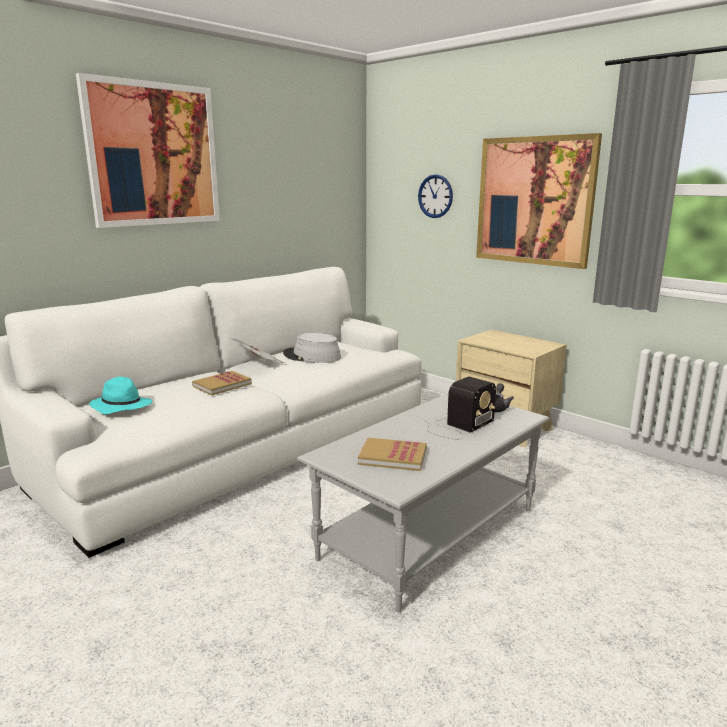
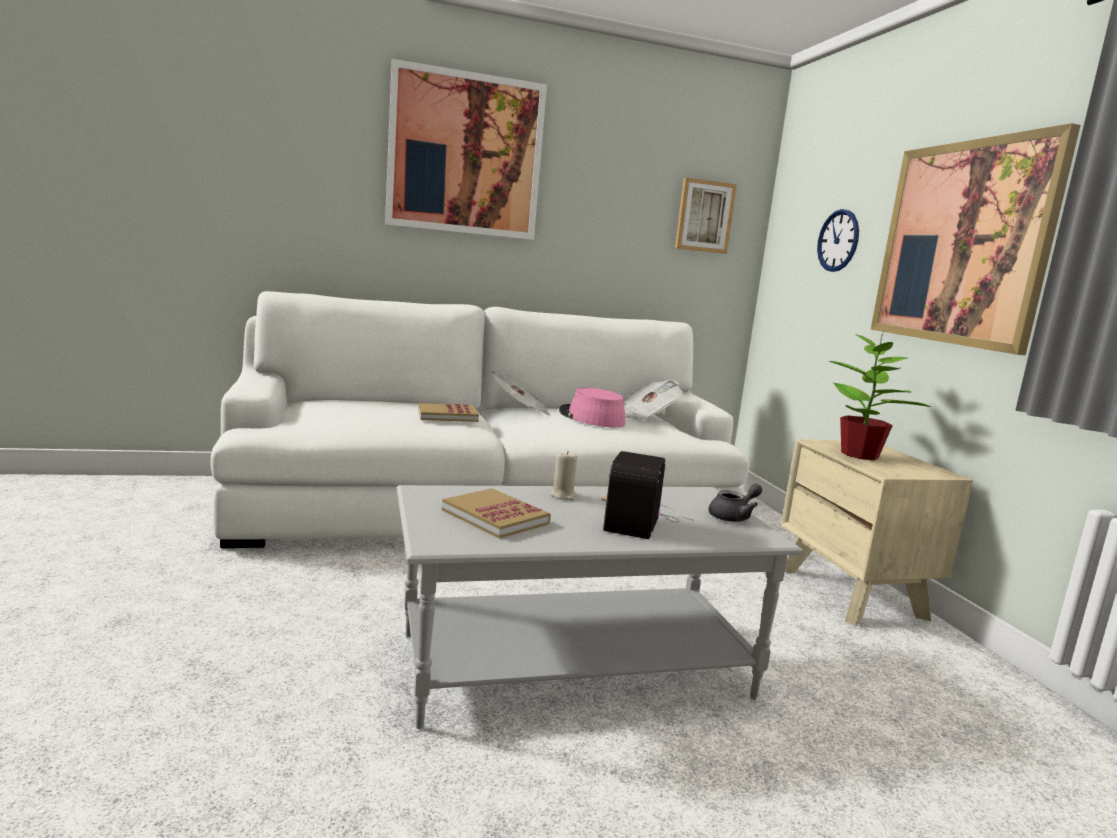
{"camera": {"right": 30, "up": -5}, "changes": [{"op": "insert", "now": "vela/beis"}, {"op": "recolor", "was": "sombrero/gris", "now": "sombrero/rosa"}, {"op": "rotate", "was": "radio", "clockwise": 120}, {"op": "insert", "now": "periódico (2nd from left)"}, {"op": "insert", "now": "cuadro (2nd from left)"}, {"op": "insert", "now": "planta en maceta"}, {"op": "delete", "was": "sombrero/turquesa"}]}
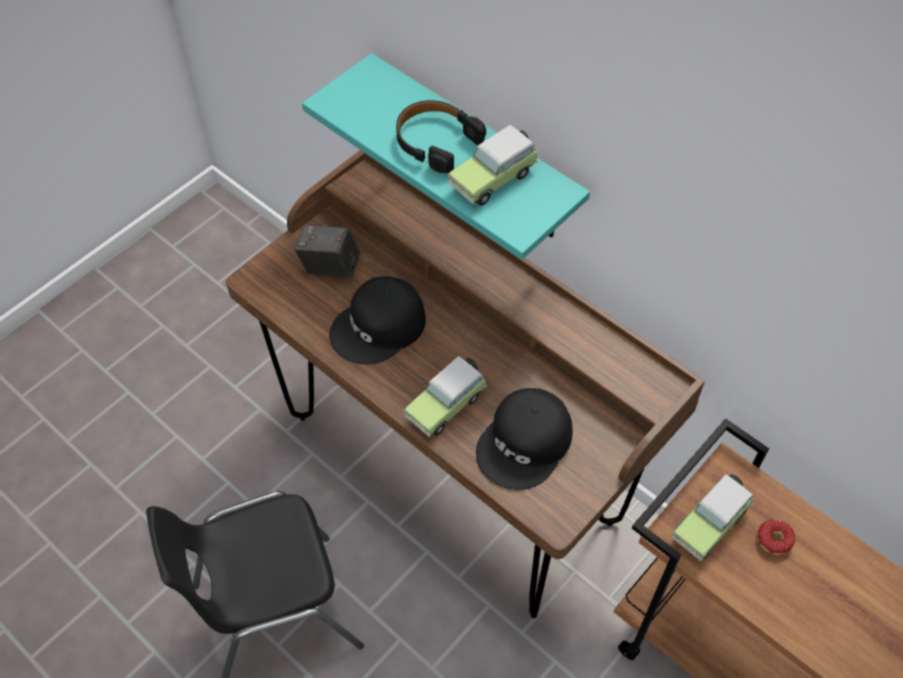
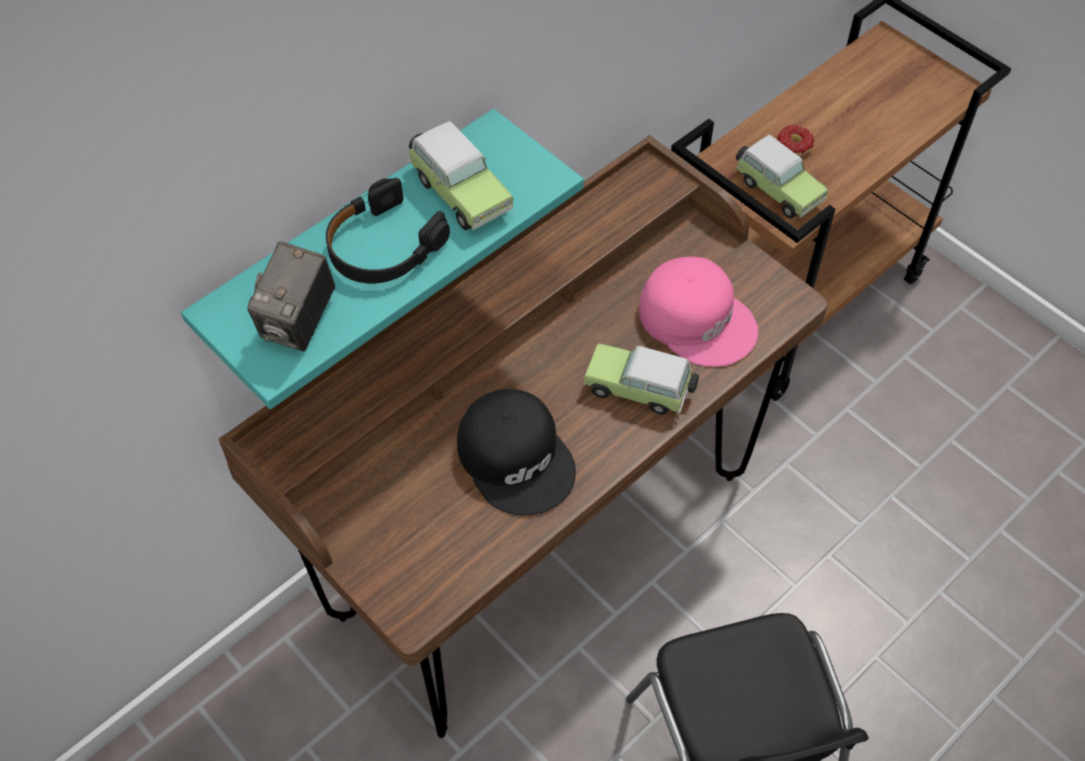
{"camera": {"right": -85, "up": 0}, "changes": [{"op": "move", "was": "cámara"}, {"op": "rotate", "was": "coche de juguete (1st from left in the first image)", "clockwise": 150}, {"op": "recolor", "was": "gorra/negro (2nd from left)", "now": "gorra/rosa"}]}
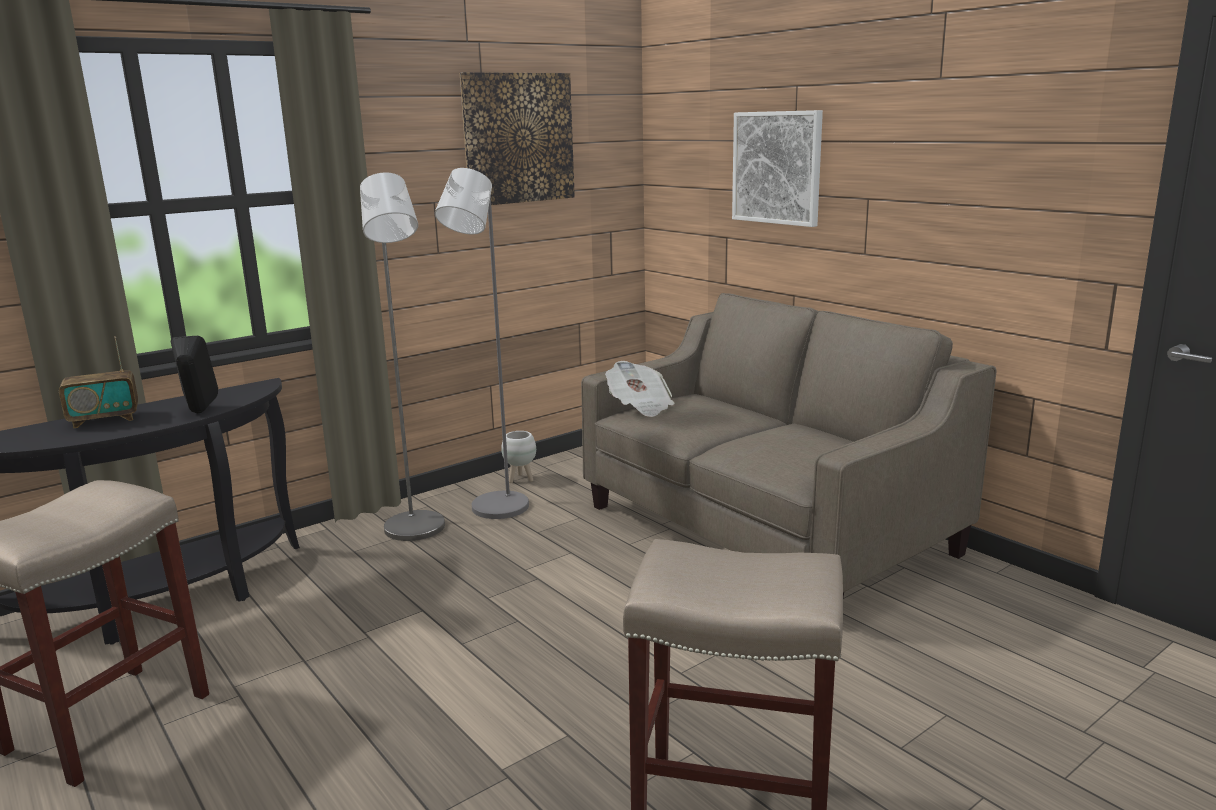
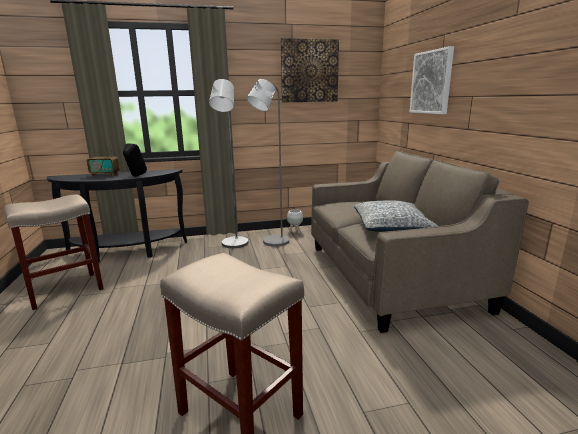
{"camera": {"right": 25, "up": 0}, "changes": [{"op": "insert", "now": "cojín"}, {"op": "delete", "was": "periódico"}]}
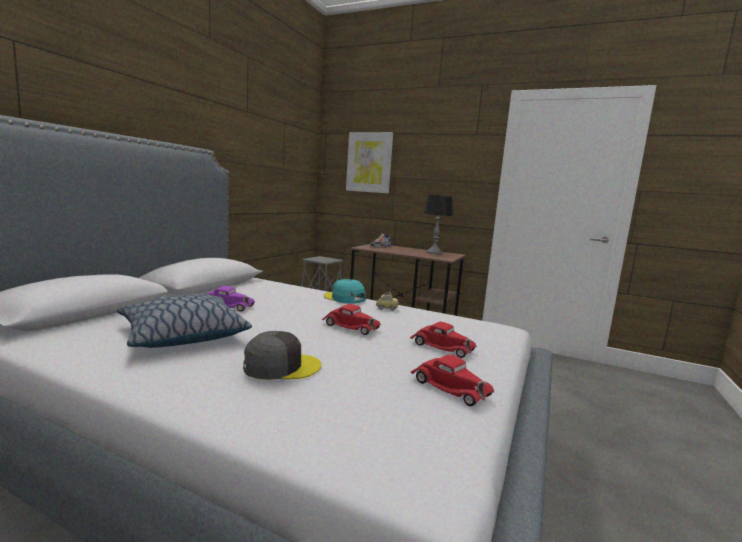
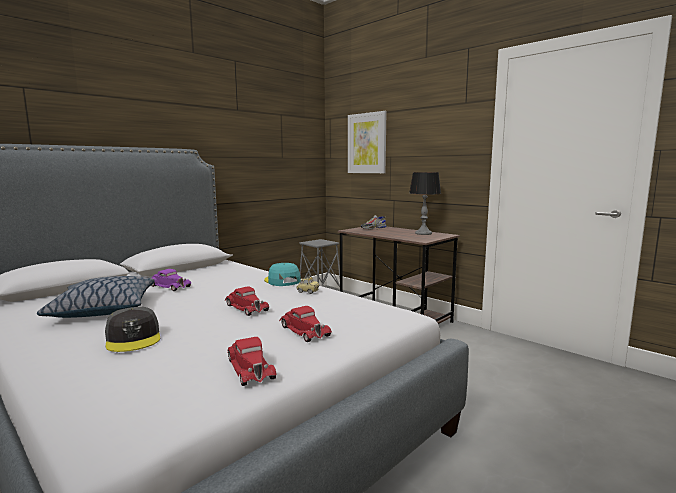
{"camera": {"right": 20, "up": 0}, "changes": [{"op": "rotate", "was": "gorra/gris", "clockwise": 60}]}
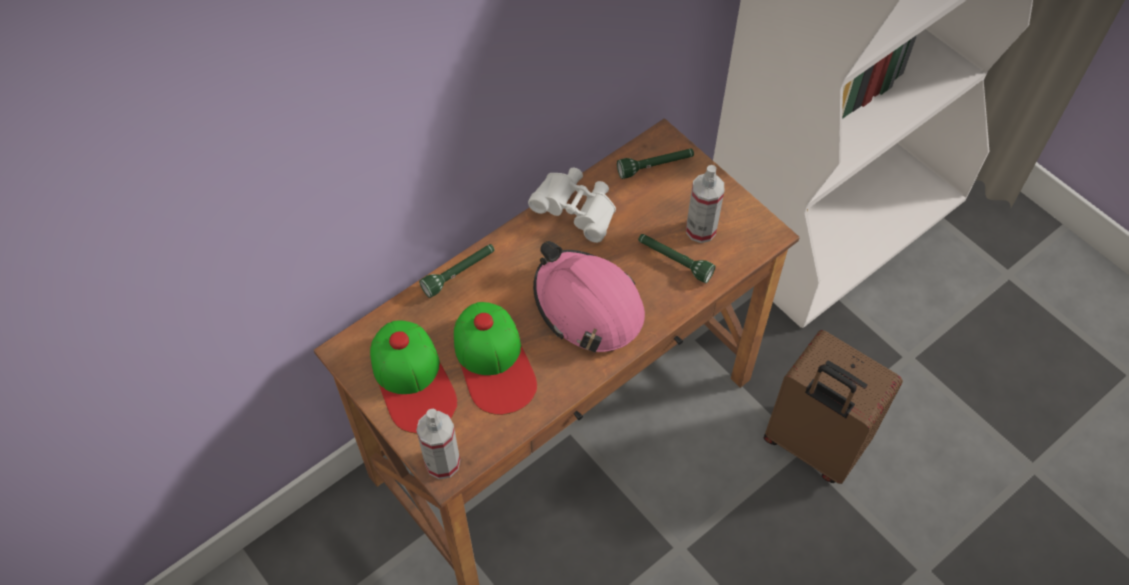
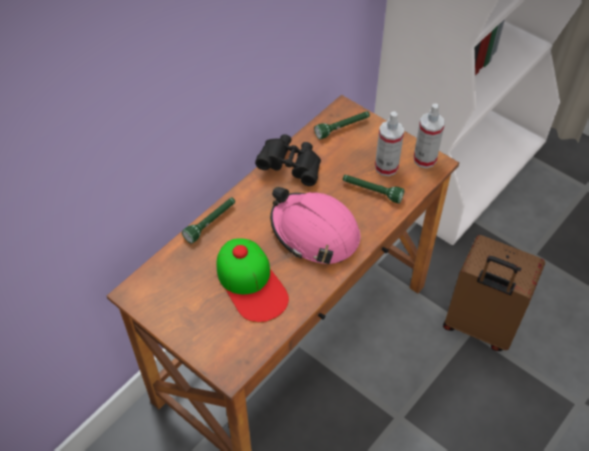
{"camera": {"right": -10, "up": -5}, "changes": [{"op": "recolor", "was": "prismáticos/blanco", "now": "prismáticos/negro"}, {"op": "move", "was": "pulverizador (1st from left in the first image)", "now": "pulverizador (2nd from left)"}, {"op": "delete", "was": "gorra (1st from left)"}]}
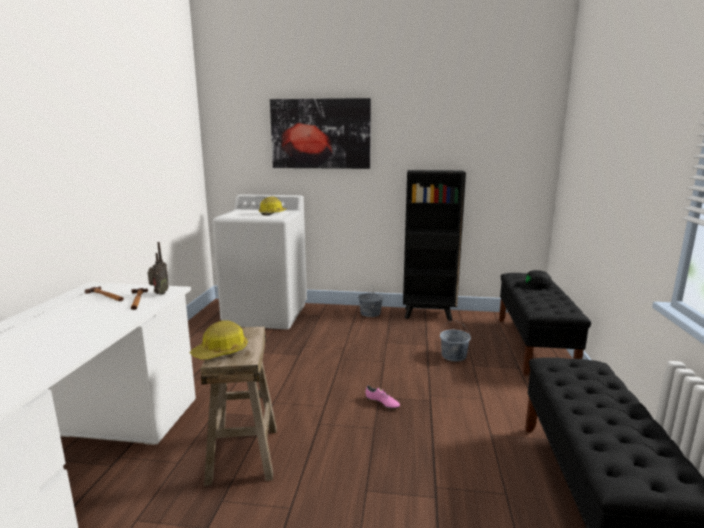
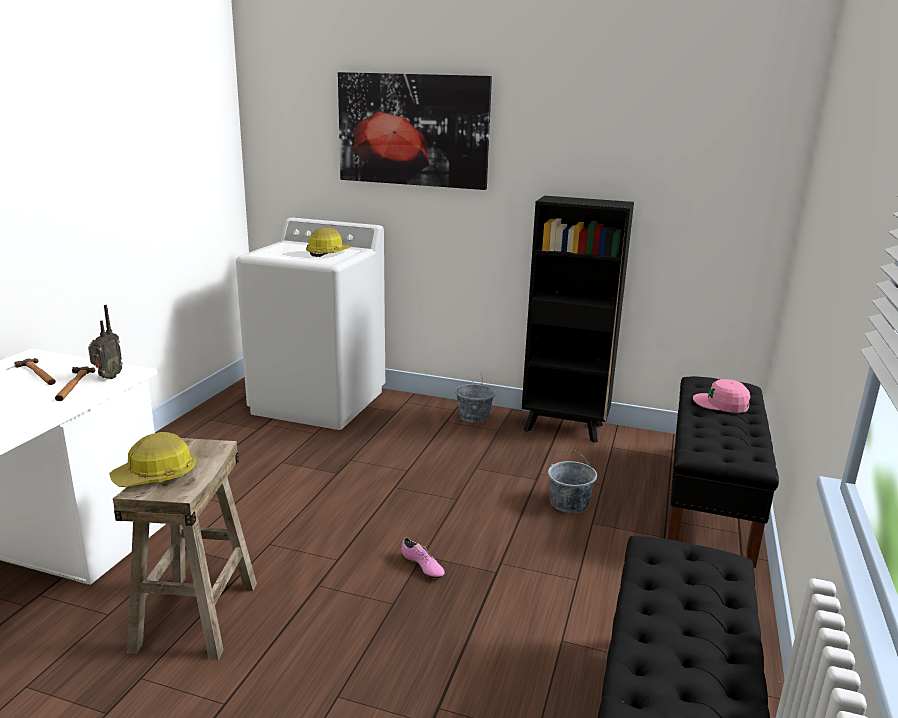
{"camera": {"right": 10, "up": 5}, "changes": [{"op": "recolor", "was": "gorra/negro", "now": "gorra/rosa"}]}
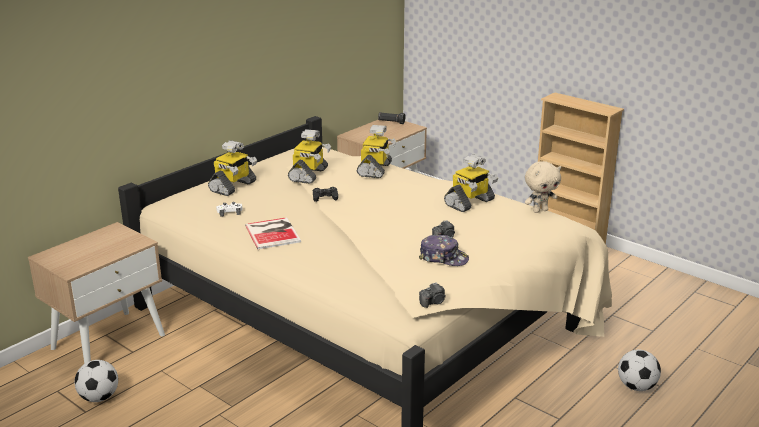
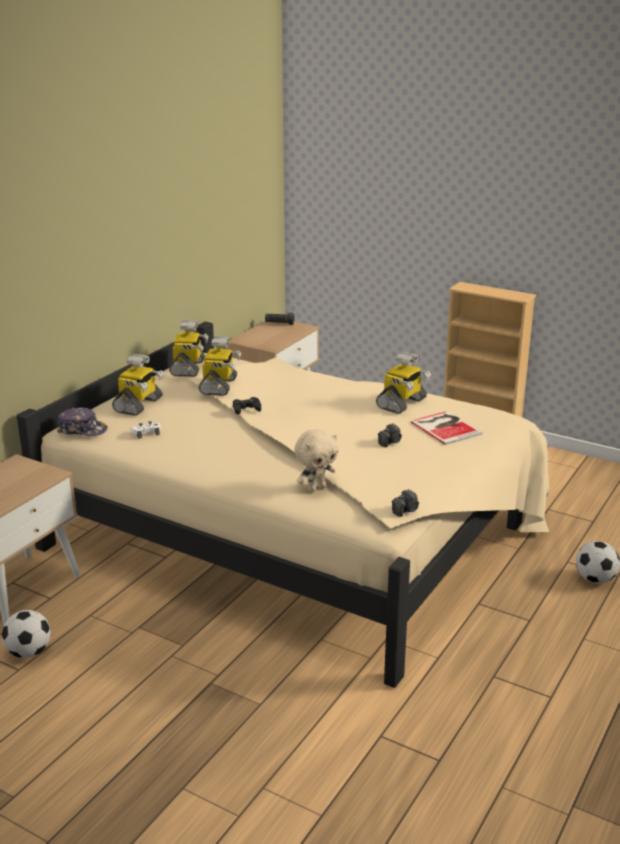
{"camera": {"right": -10, "up": 0}, "changes": [{"op": "move", "was": "gorra"}, {"op": "move", "was": "robot de juguete (3rd from left in the first image)", "now": "robot de juguete (2nd from left)"}, {"op": "move", "was": "peluche/beis"}, {"op": "move", "was": "libro"}]}
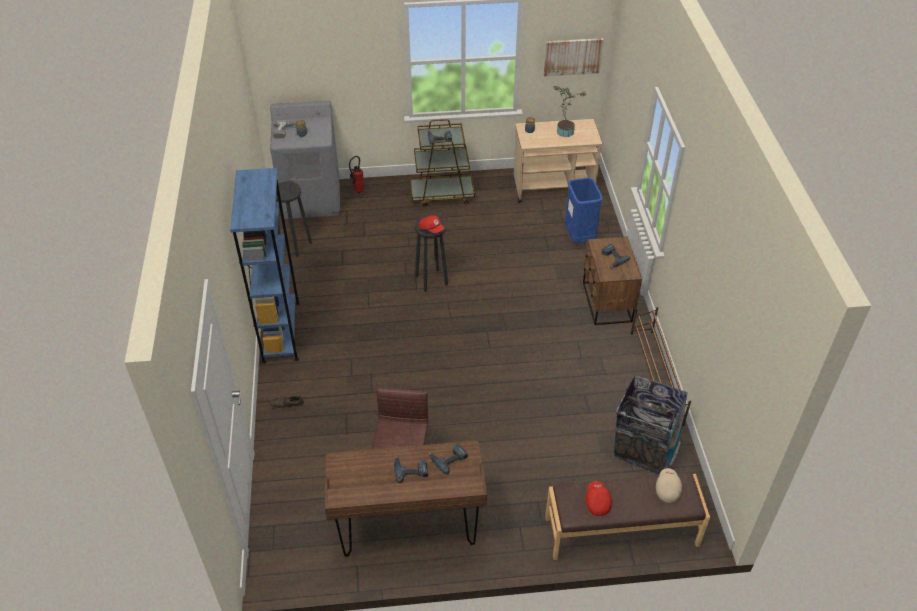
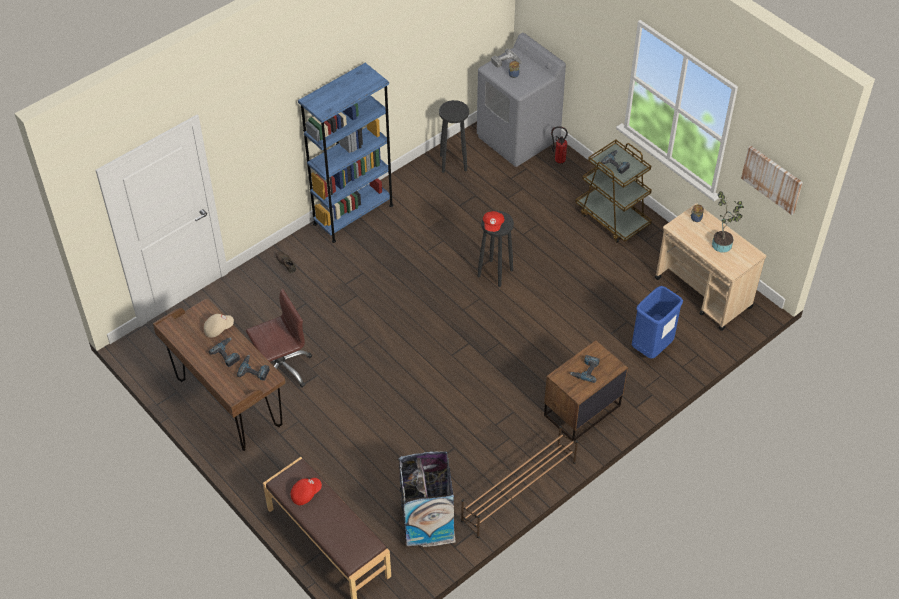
{"camera": {"right": 55, "up": 5}, "changes": [{"op": "move", "was": "gorra/beis"}]}
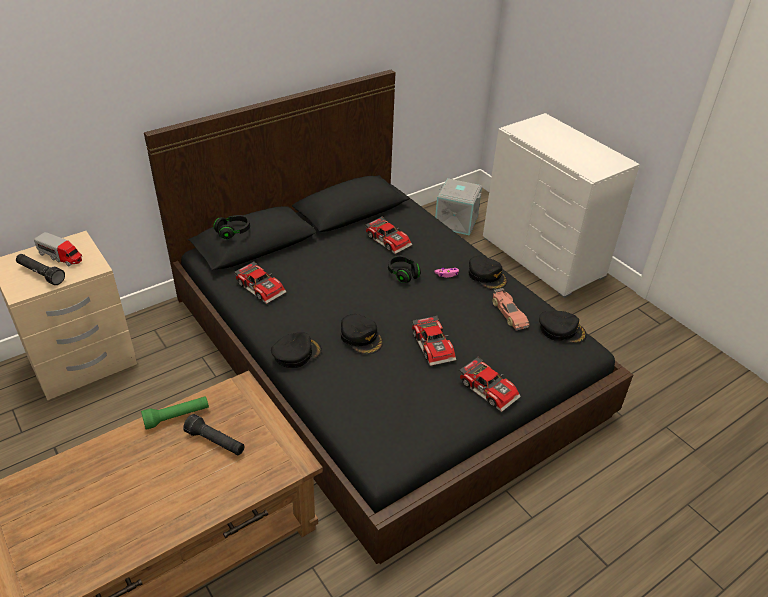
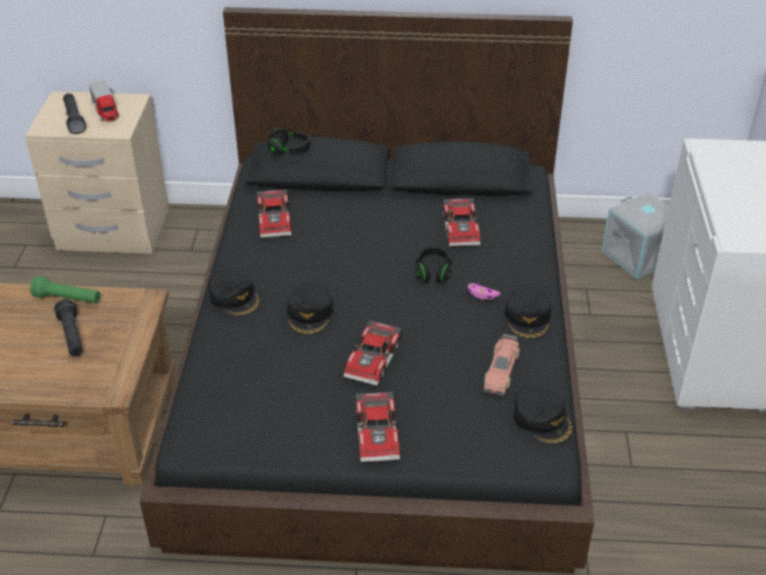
{"camera": {"right": 40, "up": 0}, "changes": [{"op": "rotate", "was": "gorra/negro (1st from left)", "clockwise": 45}]}
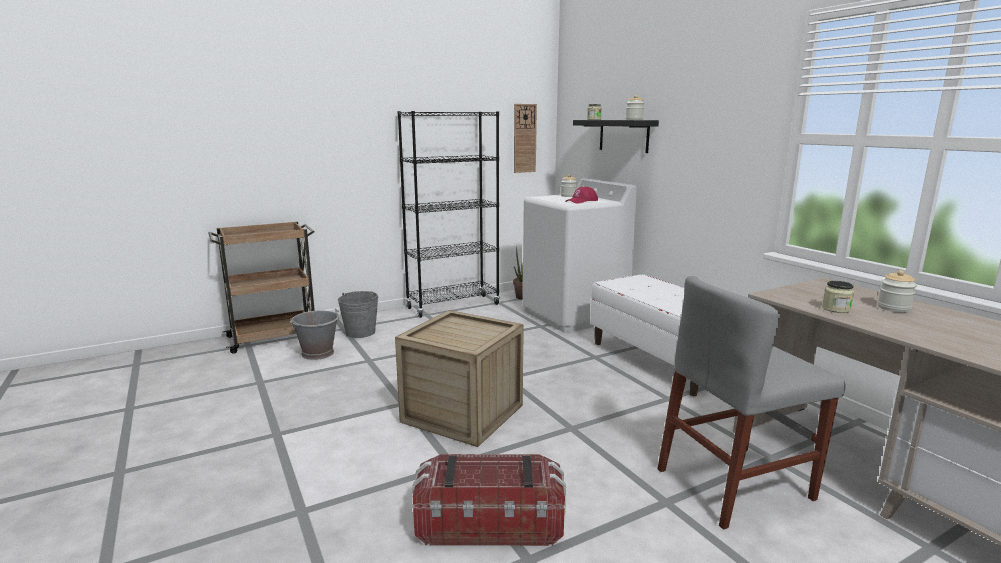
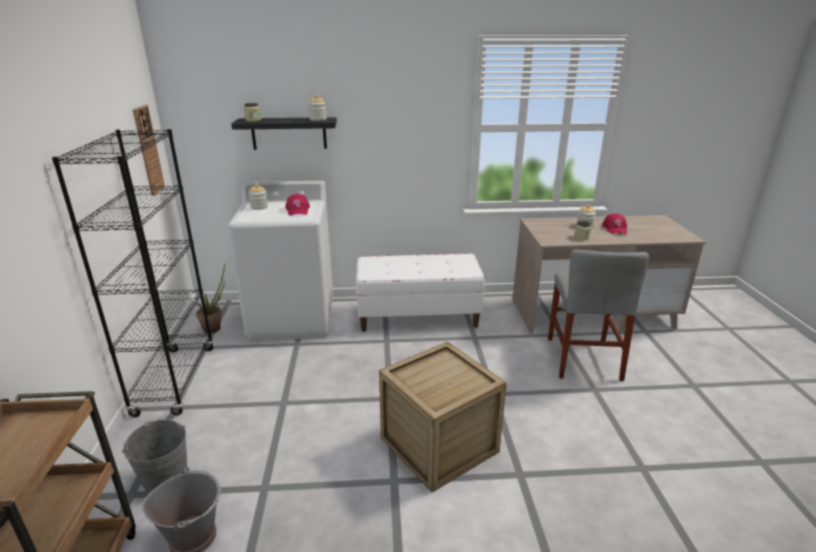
{"camera": {"right": -65, "up": 10}, "changes": [{"op": "insert", "now": "gorra/rojo (2nd from left)"}, {"op": "delete", "was": "caja de almacenaje"}]}
